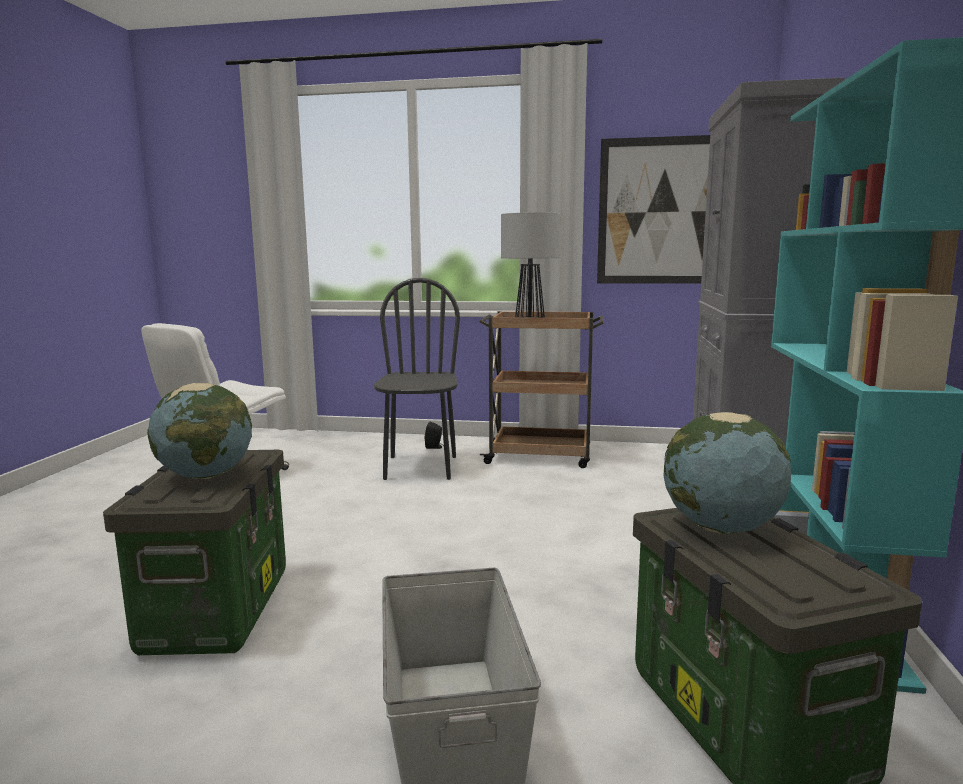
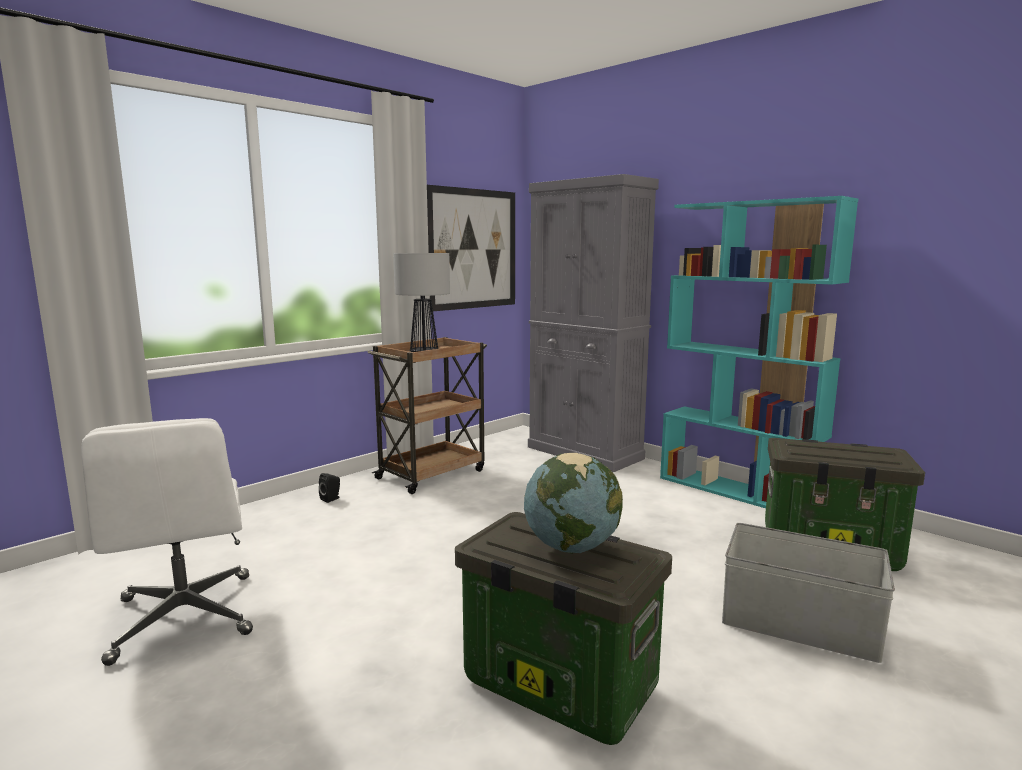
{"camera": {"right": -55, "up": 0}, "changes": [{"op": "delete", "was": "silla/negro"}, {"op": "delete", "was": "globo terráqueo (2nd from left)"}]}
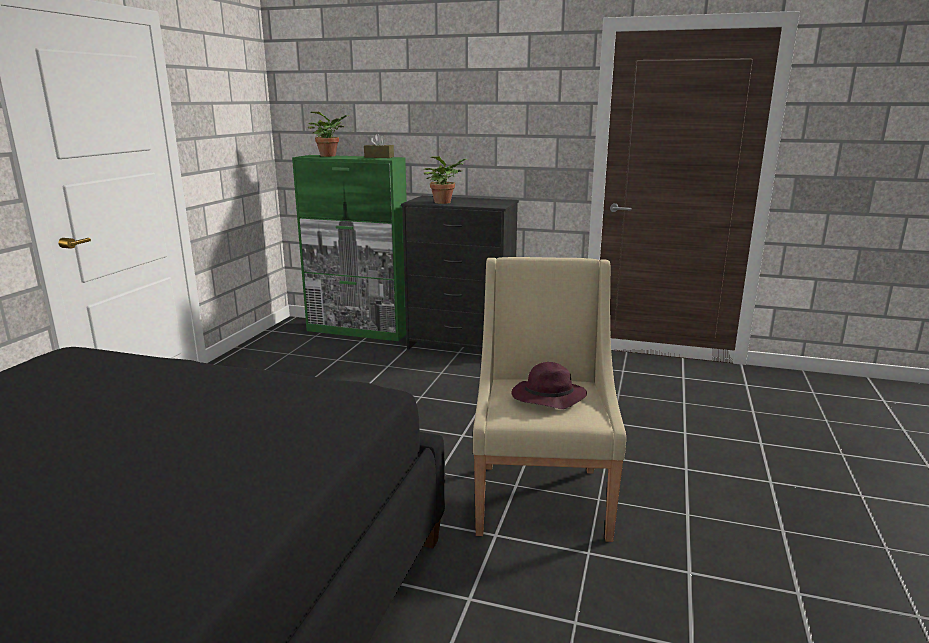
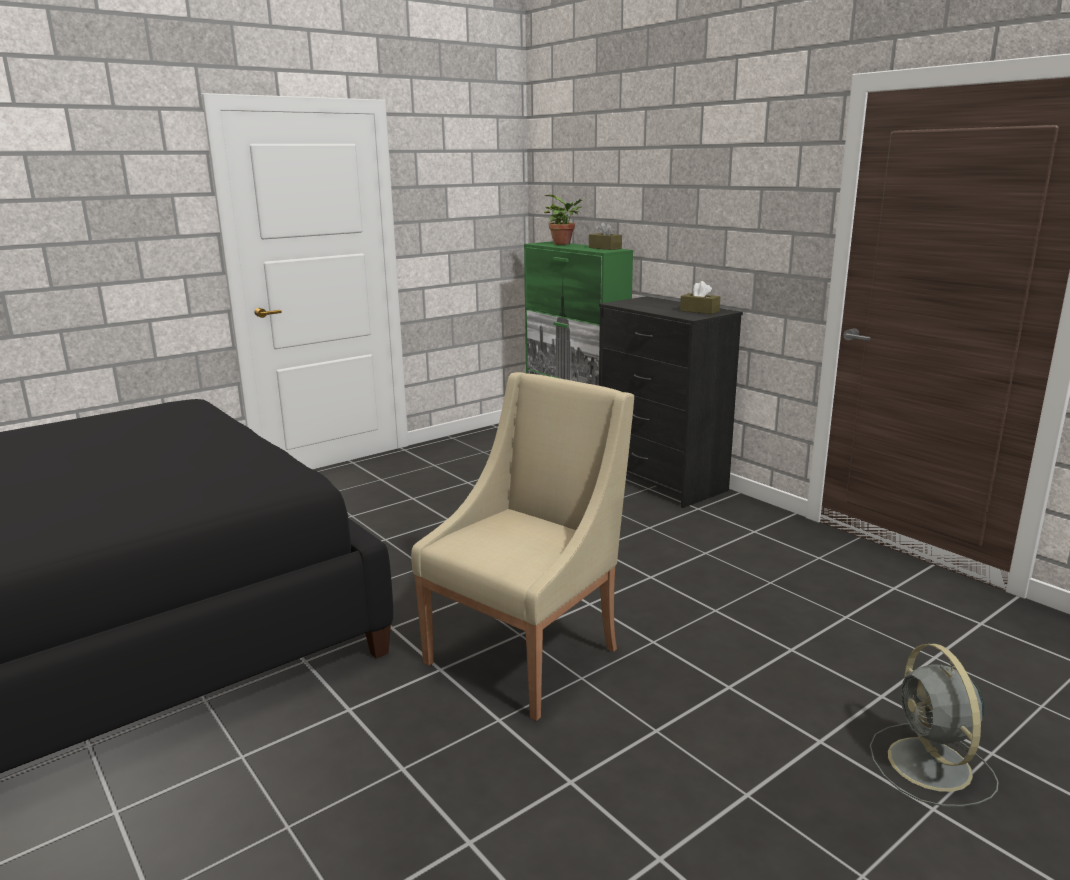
{"camera": {"right": 35, "up": 0}, "changes": [{"op": "insert", "now": "caja de pañuelos/marrón (2nd from left)"}, {"op": "insert", "now": "ventilador/gris"}, {"op": "delete", "was": "planta en maceta (2nd from left)"}, {"op": "delete", "was": "sombrero/morado"}]}
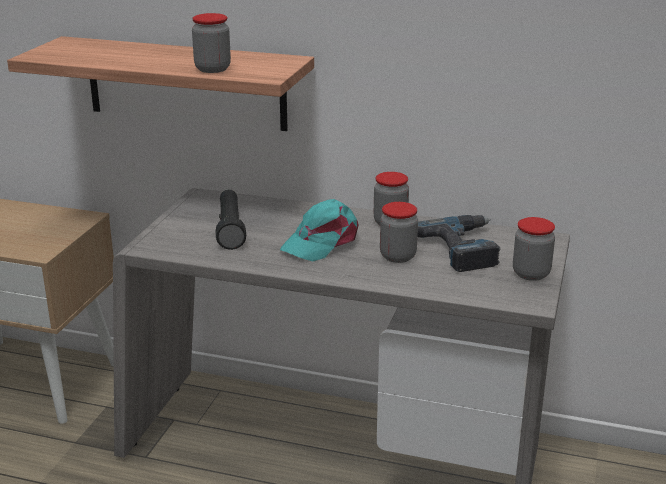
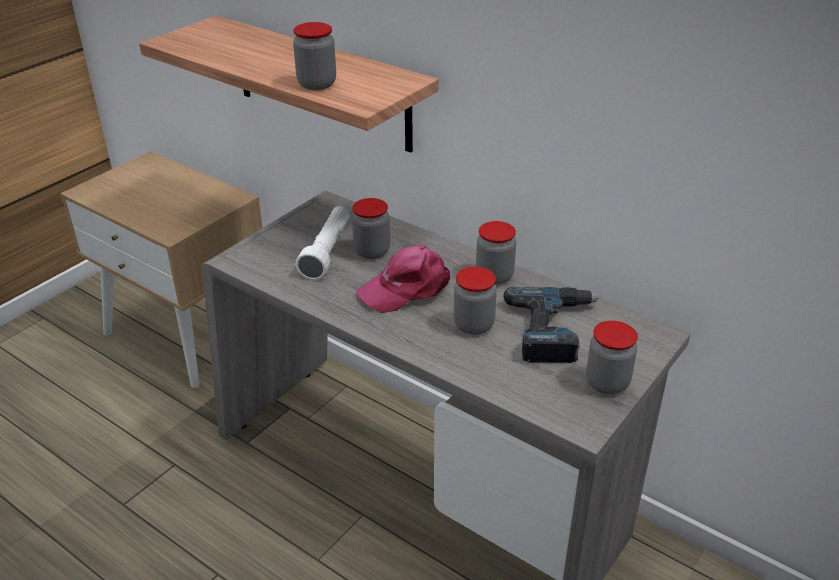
{"camera": {"right": 20, "up": 10}, "changes": [{"op": "recolor", "was": "linterna/negro", "now": "linterna/blanco"}, {"op": "insert", "now": "tarro (2nd from left)"}, {"op": "recolor", "was": "gorra/turquesa", "now": "gorra/rosa"}]}
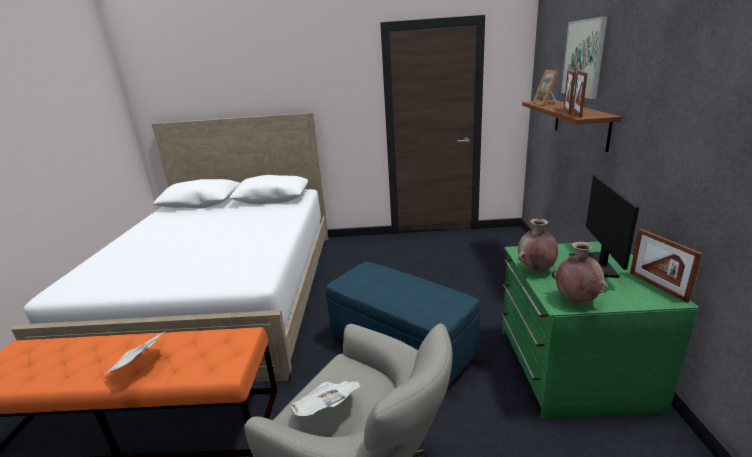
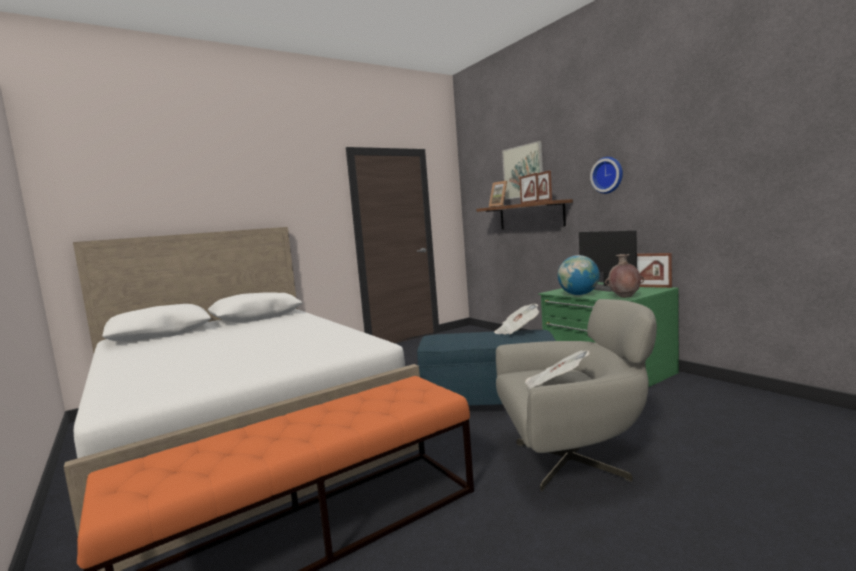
{"camera": {"right": -35, "up": -15}, "changes": [{"op": "move", "was": "periódico (1st from left)"}, {"op": "replace", "was": "florero/marrón (1st from left)", "now": "globo terráqueo"}, {"op": "insert", "now": "reloj de pared"}]}
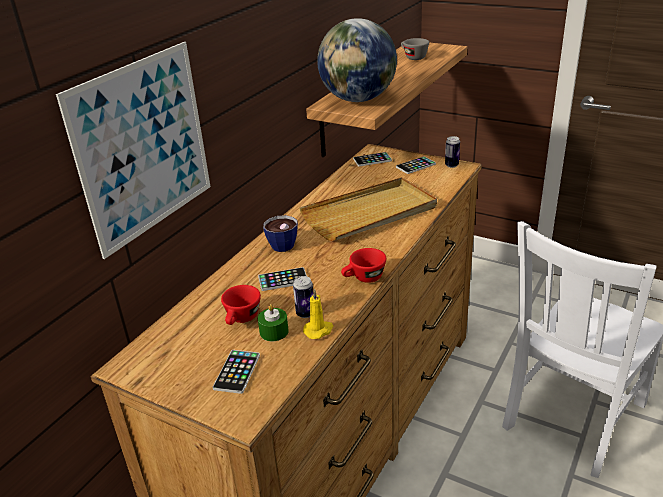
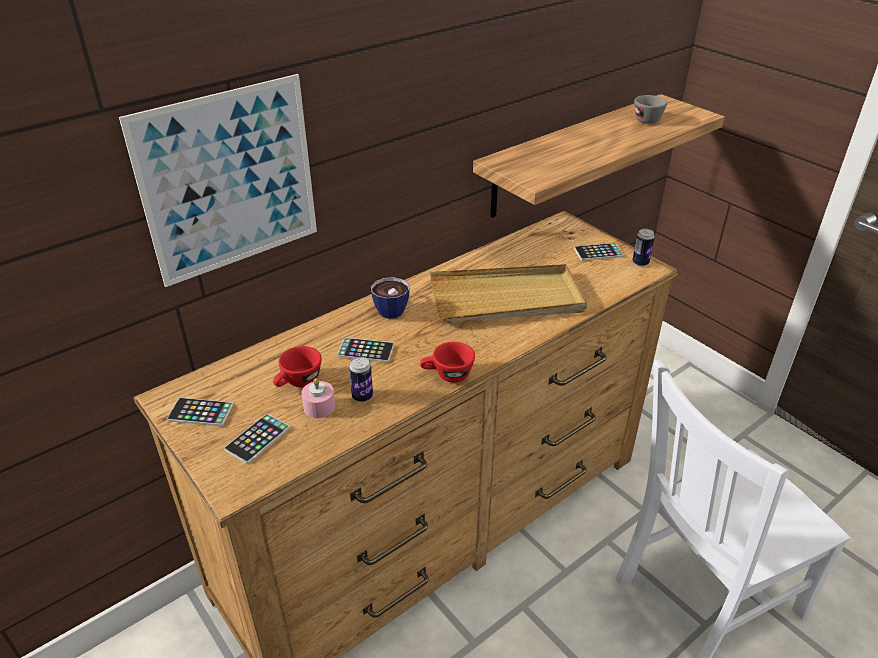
{"camera": {"right": 20, "up": 5}, "changes": [{"op": "move", "was": "móvil (3rd from left in the first image)", "now": "móvil (1st from left)"}, {"op": "recolor", "was": "vela/verde", "now": "vela/rosa"}, {"op": "delete", "was": "vela/amarillo"}, {"op": "delete", "was": "globo terráqueo"}]}
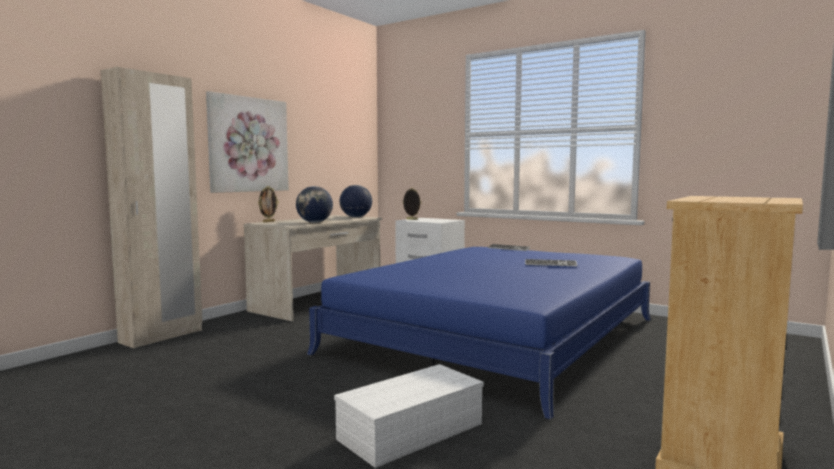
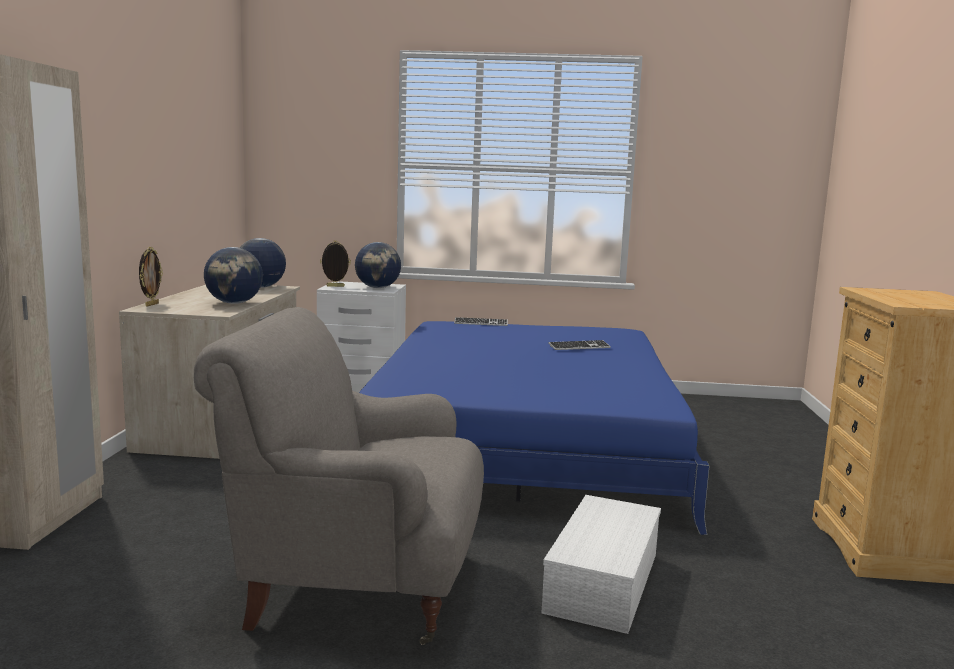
{"camera": {"right": -30, "up": 5}, "changes": [{"op": "insert", "now": "sillón/gris"}, {"op": "insert", "now": "globo terráqueo (3rd from left)"}, {"op": "delete", "was": "cuadro"}]}
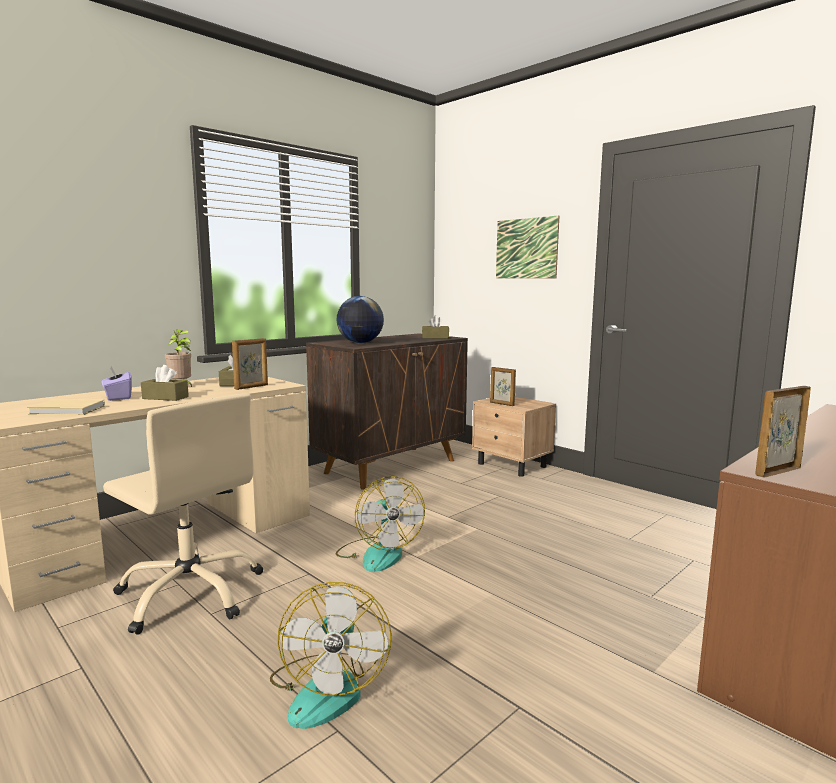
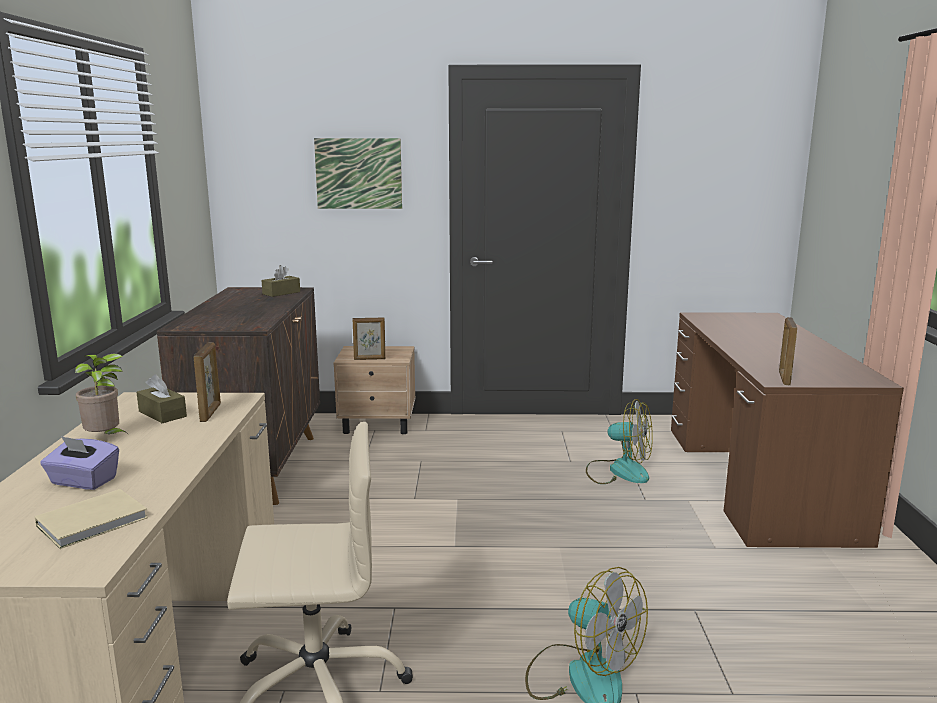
{"camera": {"right": -45, "up": 5}, "changes": [{"op": "move", "was": "ventilador (2nd from left)"}, {"op": "delete", "was": "caja de pañuelos/marrón (1st from left)"}, {"op": "delete", "was": "globo terráqueo"}]}
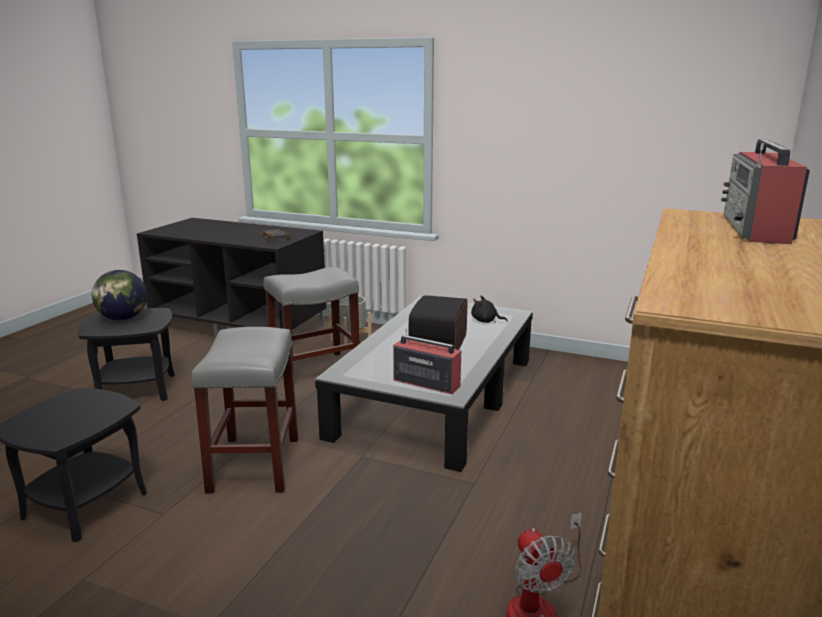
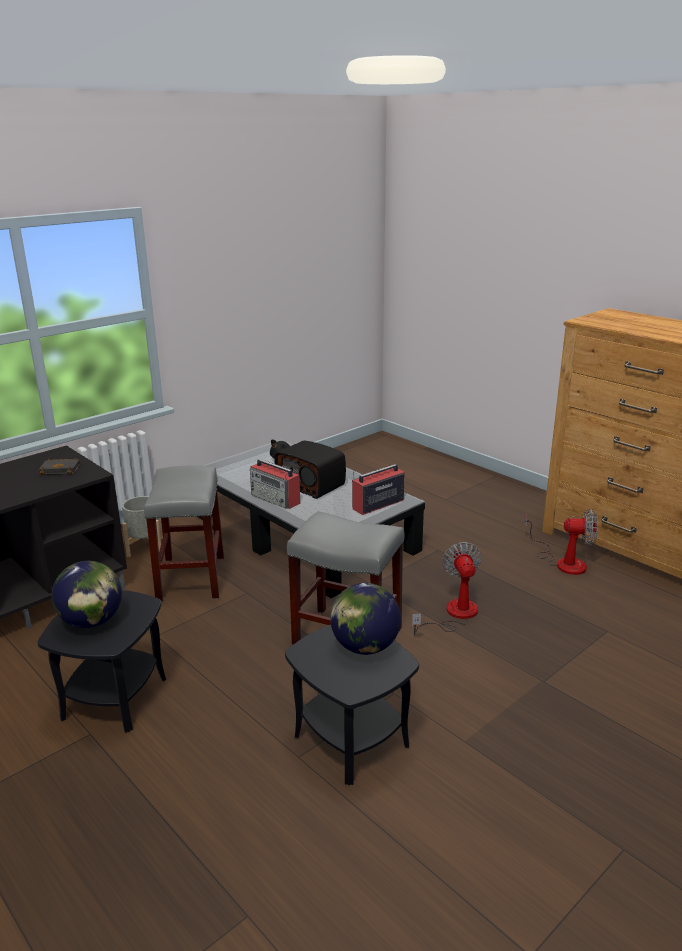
{"camera": {"right": -65, "up": 5}, "changes": [{"op": "move", "was": "radio (3rd from left in the first image)", "now": "radio (1st from left)"}, {"op": "insert", "now": "globo terráqueo (2nd from left)"}, {"op": "insert", "now": "ventilador (1st from left)"}]}
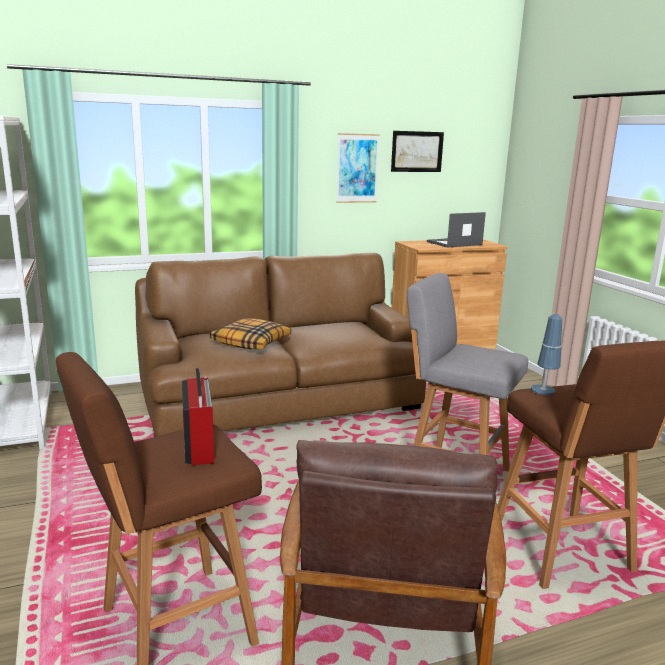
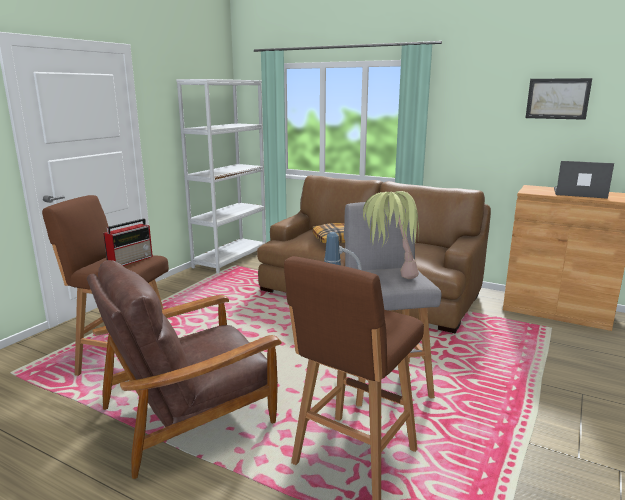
{"camera": {"right": 50, "up": 0}, "changes": [{"op": "insert", "now": "planta en maceta"}, {"op": "delete", "was": "cuadro (1st from left)"}]}
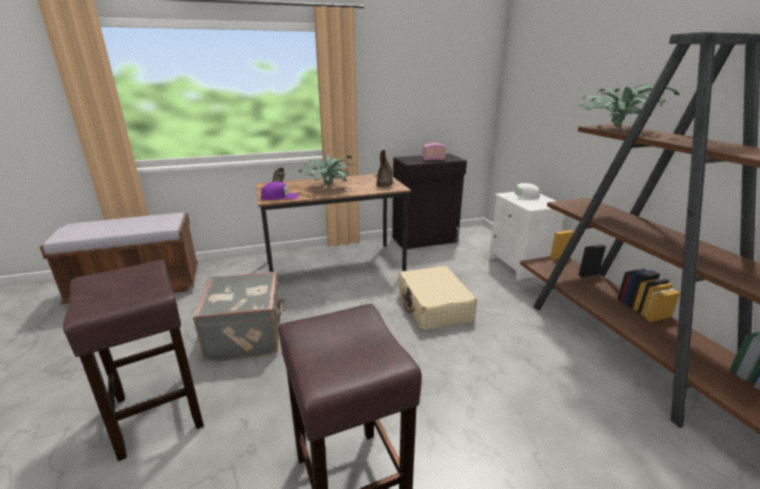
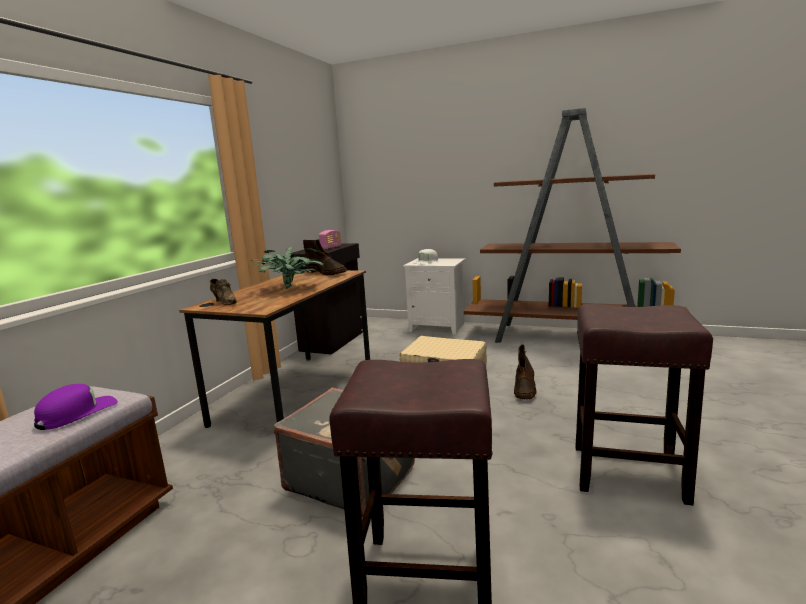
{"camera": {"right": -50, "up": -10}, "changes": [{"op": "move", "was": "gorra/morado"}, {"op": "insert", "now": "bota/marrón (2nd from left)"}, {"op": "delete", "was": "planta en maceta (2nd from left)"}]}
